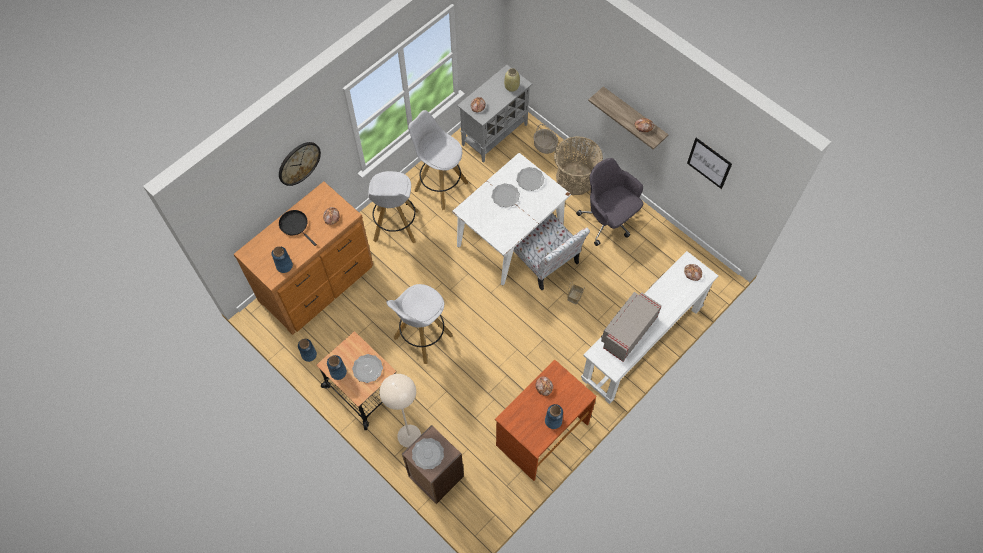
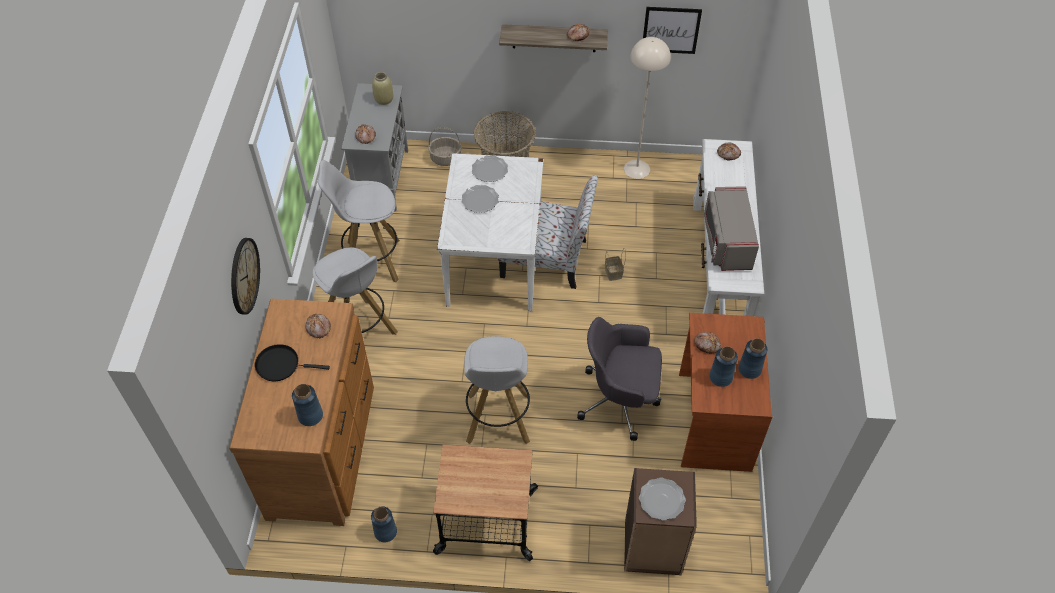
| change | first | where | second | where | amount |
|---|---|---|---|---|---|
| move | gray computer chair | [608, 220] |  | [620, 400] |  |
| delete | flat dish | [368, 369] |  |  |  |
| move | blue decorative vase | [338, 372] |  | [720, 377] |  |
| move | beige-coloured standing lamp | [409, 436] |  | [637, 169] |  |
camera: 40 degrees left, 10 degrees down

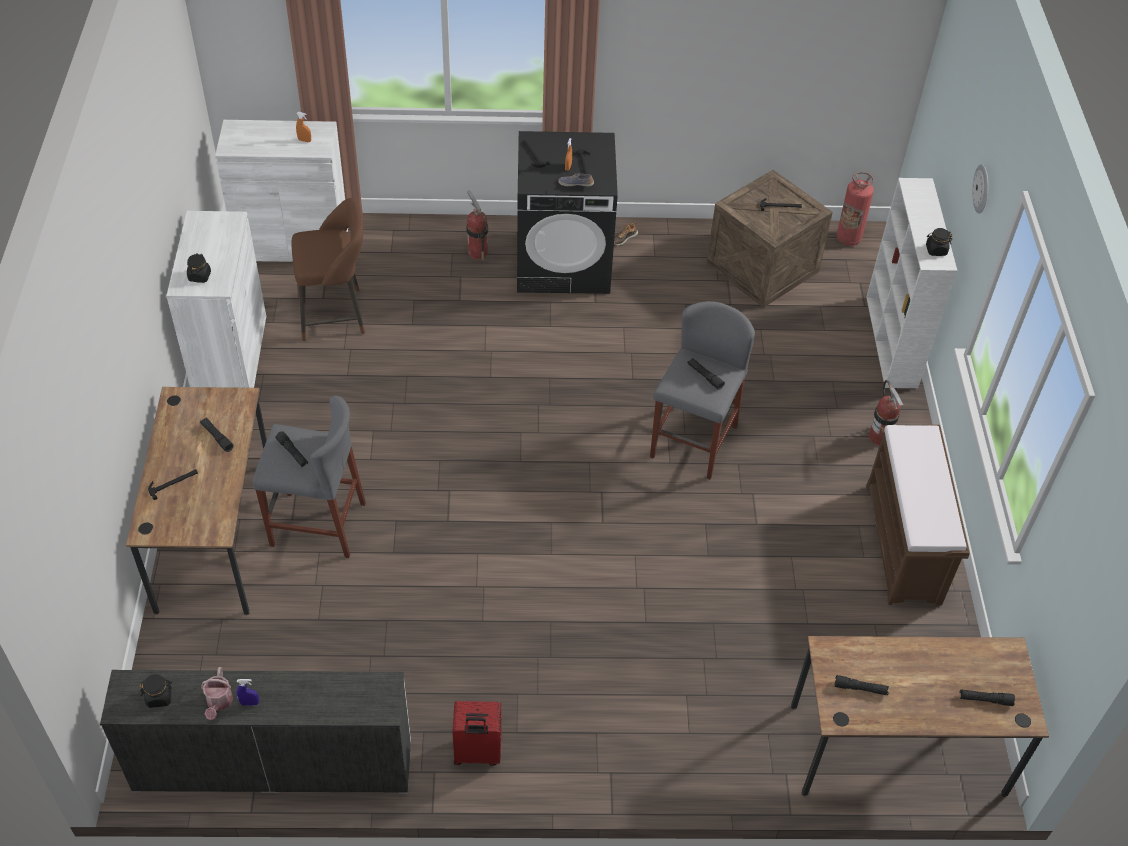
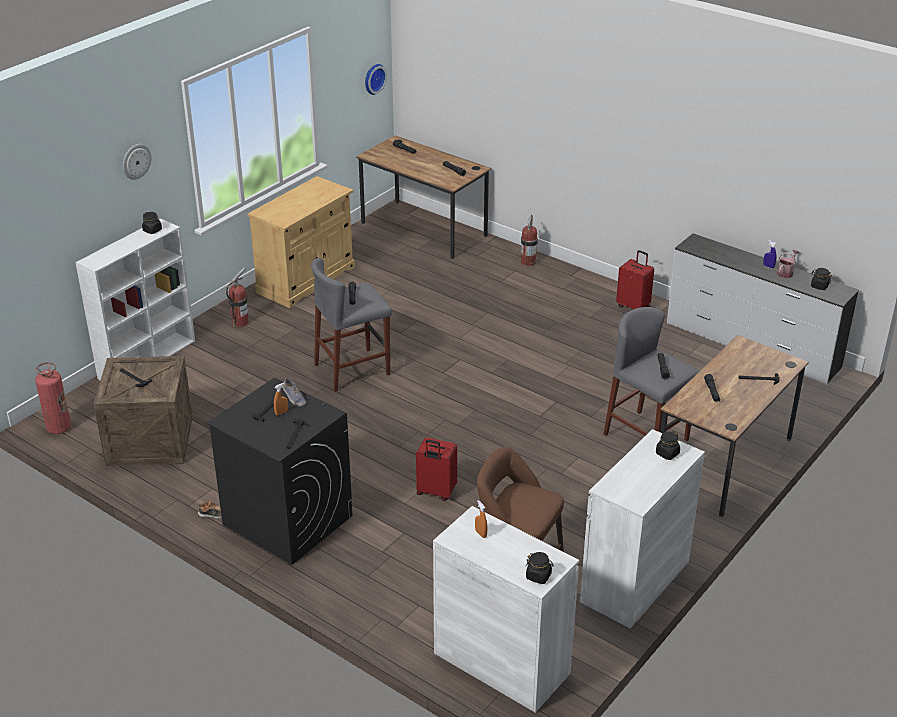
| change | first | where | second | where | amount |
|---|---|---|---|---|---|
| move | extinguisher | [477, 252] |  | [528, 262] |  |
| replace | brown-coloured indoor bench | [904, 545] | beige-coloured storage cabinet | [306, 280] |  |
| insert |  |  | clock on the wall | [373, 78] |  |
| insert |  |  | red piece of luggage | [435, 492] |  |
| insert |  |  | black storage jar | [538, 576] |  |
camera: 140 degrees left, 15 degrees down

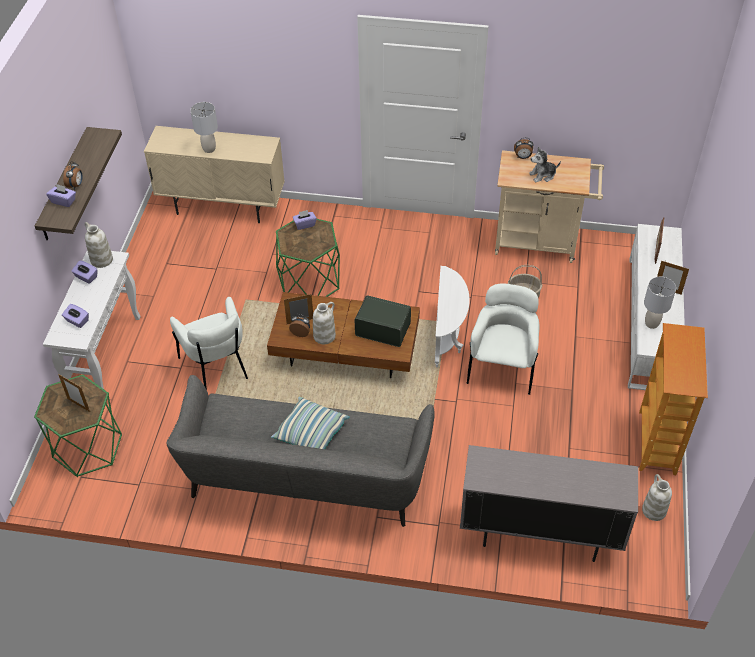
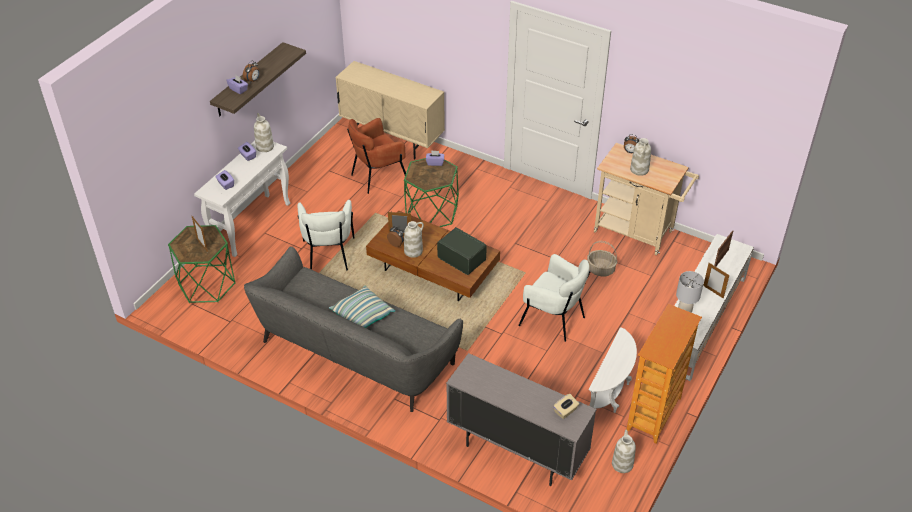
| change | first | where | second | where | amount |
|---|---|---|---|---|---|
| delete | gray tabletop lamp | [209, 149] |  |  |  |
| replace | cuddly toy | [543, 175] | white decorative vase | [639, 170] |  |
| move | white accent table | [448, 336] |  | [611, 394] |  |
| rotate | white easy chair | [502, 367] |  | [553, 319] | 90 degrees clockwise |
| insert |  |  | brown-coloured easy chair | [378, 176] |  |
| insert |  |  | beige-coloured tissue holder | [565, 411] |  |
camera: 20 degrees right, 5 degrees down

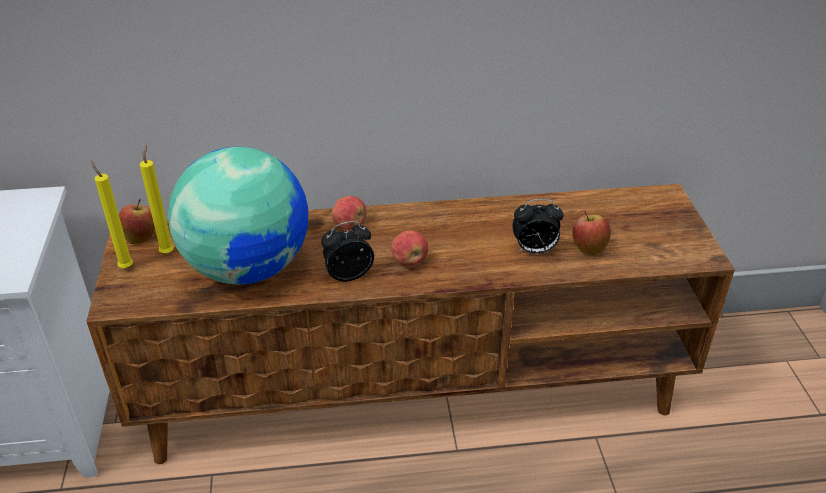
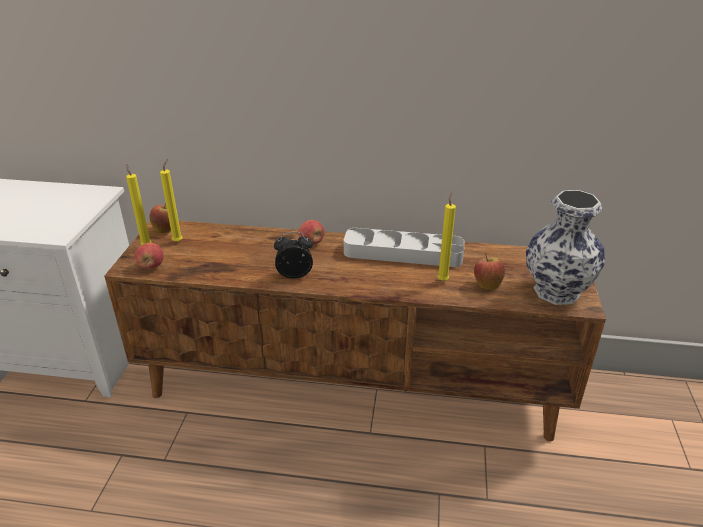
| change | first | where | second | where | amount |
|---|---|---|---|---|---|
| delete | world globe | [248, 267] |  |  |  |
| replace | alarm clock | [534, 250] | yellowish wax light | [443, 280] |  |
| move | apple fruit | [409, 261] |  | [151, 266] |  |
| insert |  |  | decorative vase | [556, 290] |  |
| insert |  |  | gray carrying tray | [403, 253] |  |
camera: 15 degrees right, 5 degrees down

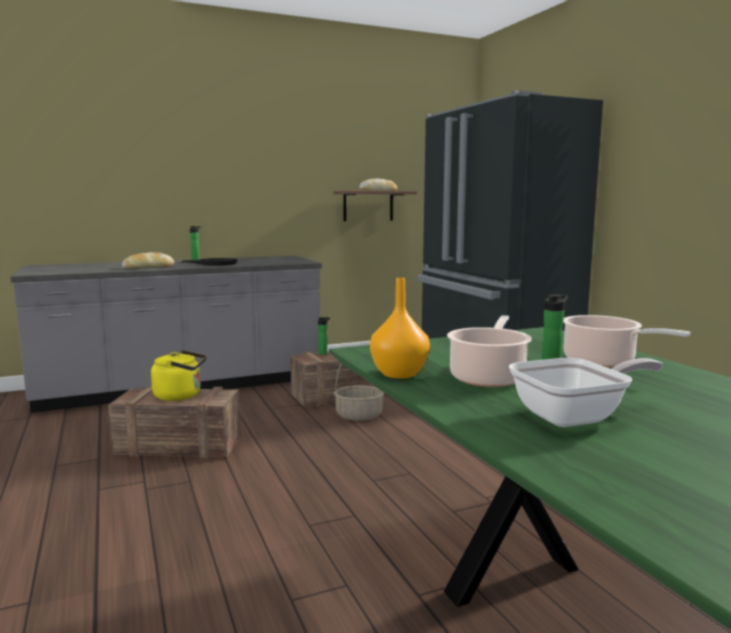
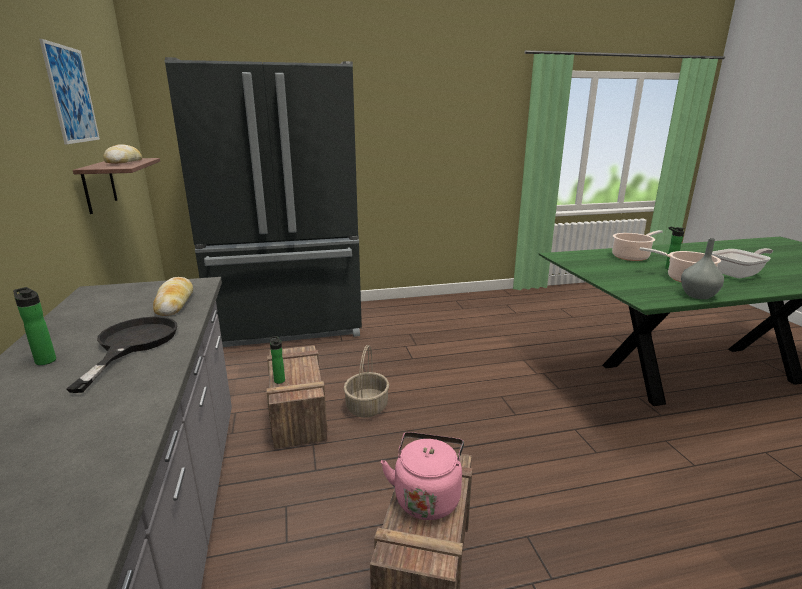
| change | first | where | second | where | amount |
|---|---|---|---|---|---|
| move | bakery bread | [148, 267] |  | [174, 302] |  |
| recolor | orange-coloured decorative vase | [399, 373] | gray decorative vase | [697, 296] |  |
| recolor | yellowish kettle | [181, 396] | pink-coloured kettle | [427, 496] |  |
| rotate | frying pan | [576, 417] |  | [739, 274] | 75 degrees clockwise |
| insert |  |  | wall art | [71, 95] |  |
camera: 80 degrees left, 10 degrees up

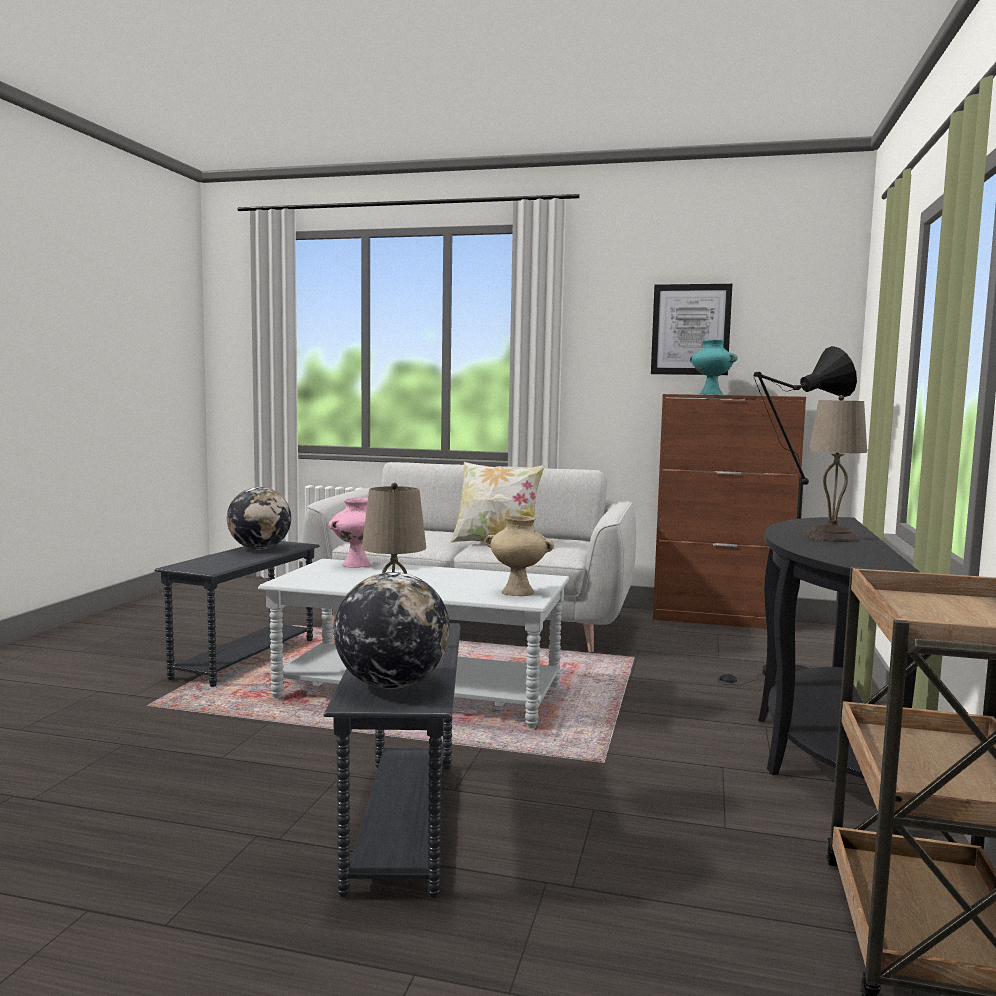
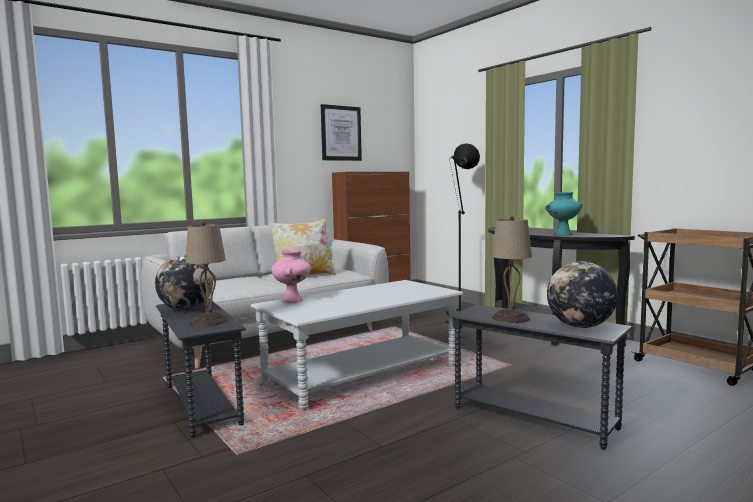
| change | first | where | second | where | amount |
|---|---|---|---|---|---|
| move | blue-green decorative vase | [710, 394] |  | [563, 234] |  |
| move | beige-coloured tabletop lamp | [832, 537] |  | [210, 321] |  |
| delete | beige-coloured decorative vase | [519, 592] |  |  |  |
camera: 50 degrees left, 0 degrees up

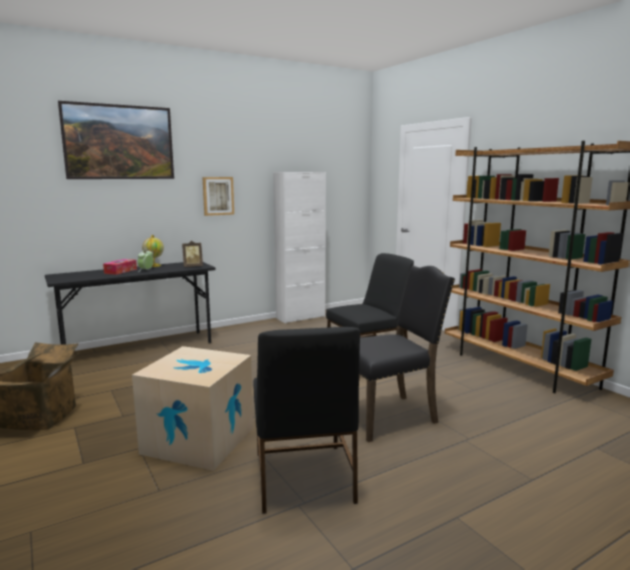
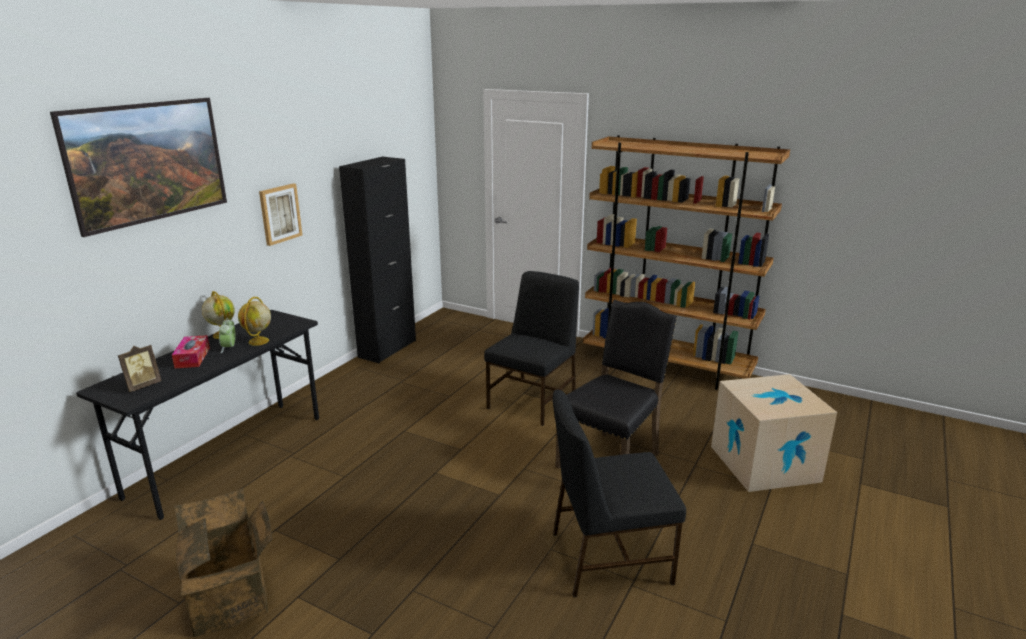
| change | first | where | second | where | amount |
|---|---|---|---|---|---|
| recolor | white storage cabinet | [300, 317] | black storage cabinet | [387, 349] |  |
| move | photo frame | [193, 266] |  | [142, 385] |  |
| rotate | black chair | [302, 478] |  | [608, 557] | 120 degrees clockwise |
| move | cardboard box | [199, 440] |  | [764, 463] |  |
| insert |  |  | world globe | [258, 341] |  |
camera: 30 degrees left, 10 degrees up

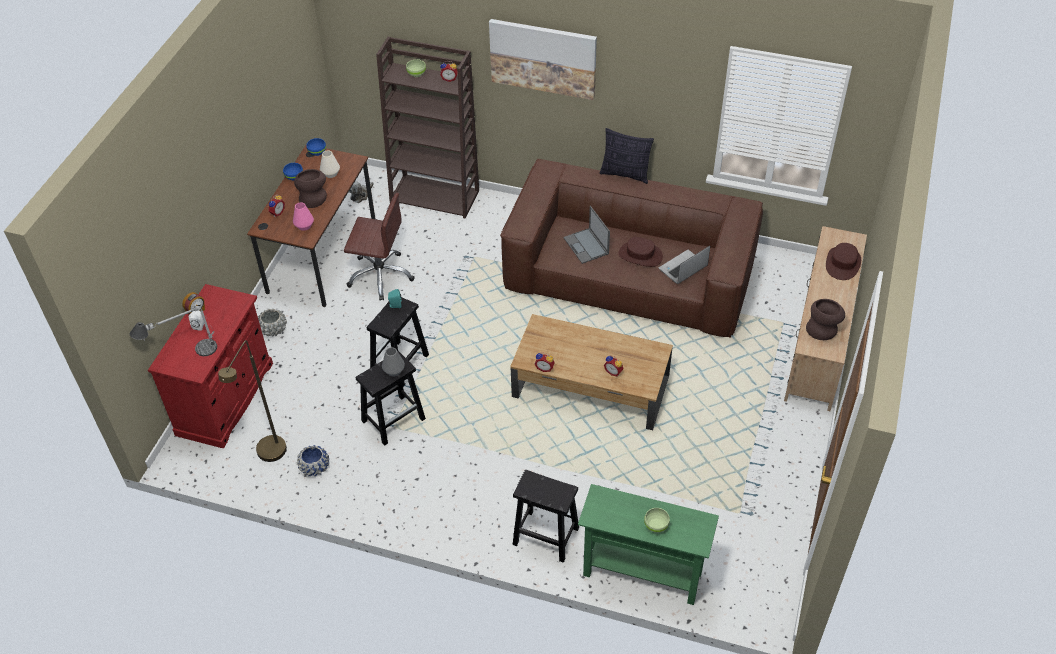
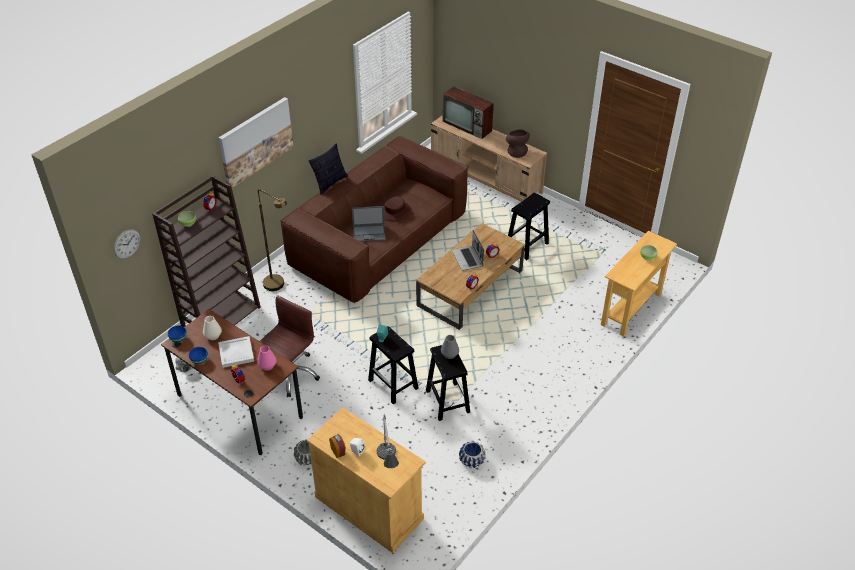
| change | first | where | second | where | amount |
|---|---|---|---|---|---|
| replace | brown-coloured decorative vase | [313, 198] | white carrying tray | [236, 353] |  |
| replace | brown-coloured hat | [843, 264] | television | [468, 126] |  |
| move | laptop | [683, 268] |  | [468, 259] |  |
| recolor | red storage cabinet | [225, 399] | beige-coloured storage cabinet | [369, 507] |  |
| move | brown-coloured standing lamp | [269, 457] |  | [278, 286] |  |
| move | black stool seat | [544, 536] |  | [526, 246] |  |
| recolor | green console table | [642, 573] | beige-coloured console table | [631, 309] |  |
| insert |  |  | clock on the wall | [127, 244] |  |
camera: 70 degrees left, 5 degrees down

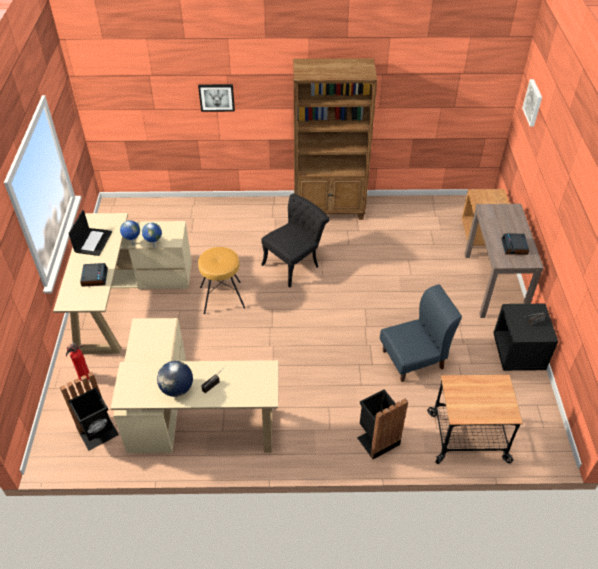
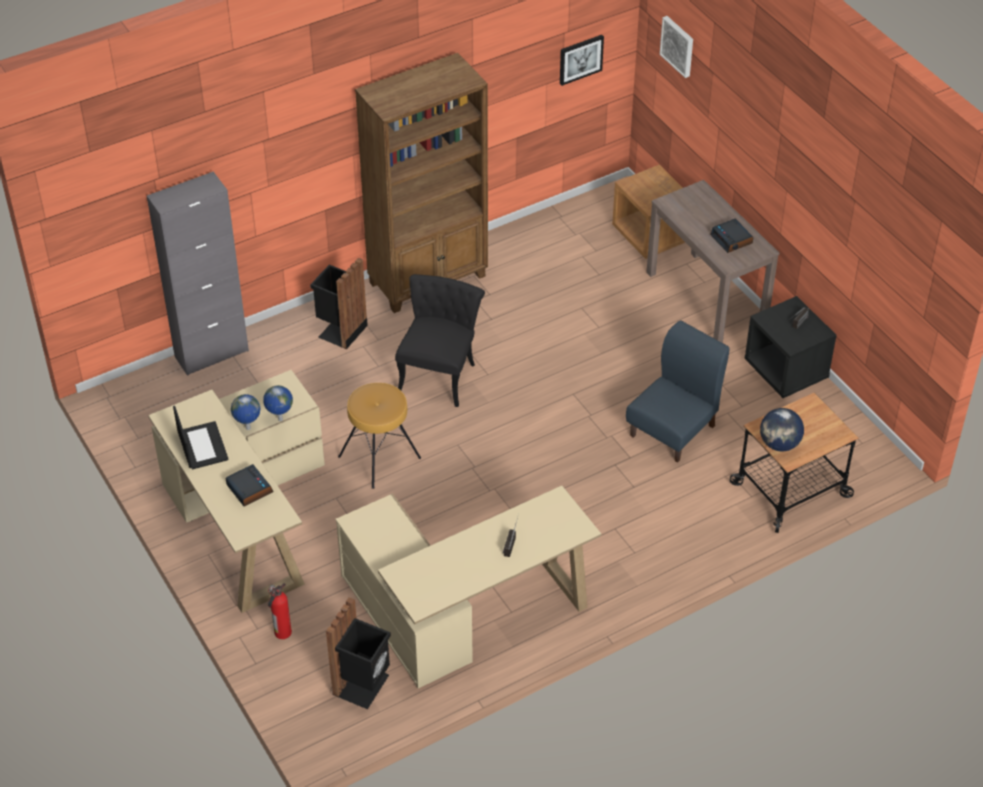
| change | first | where | second | where | amount |
|---|---|---|---|---|---|
| move | wall art | [216, 97] |  | [580, 59] |  |
| move | world globe | [177, 389] |  | [779, 444] |  |
| move | black trash can | [377, 439] |  | [340, 330] |  |
| insert |  |  | gray storage cabinet | [211, 354] |  |
camera: 30 degrees left, 0 degrees up

